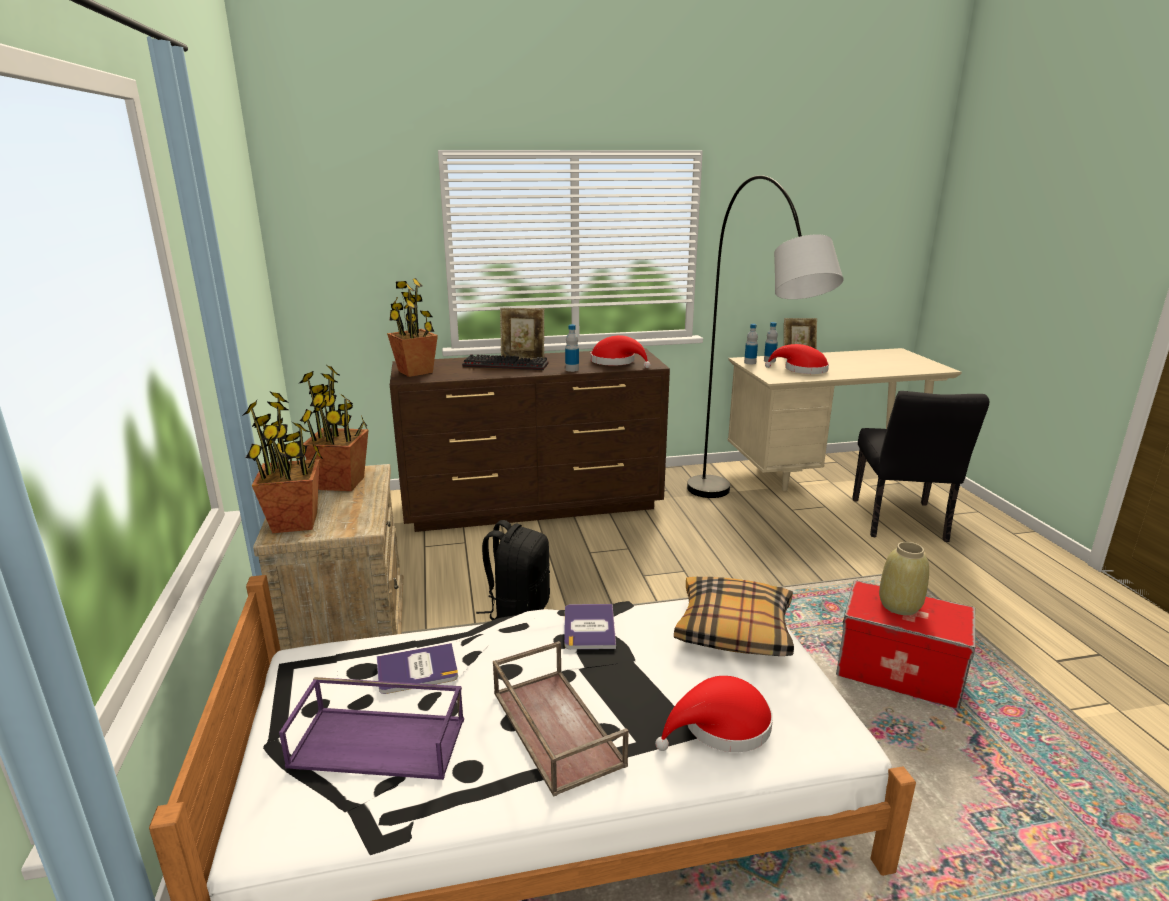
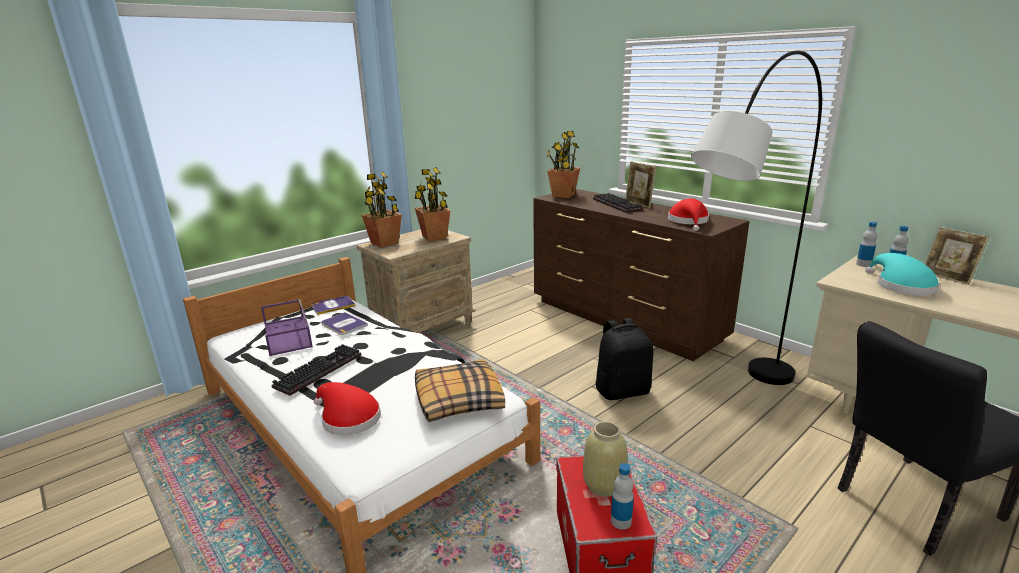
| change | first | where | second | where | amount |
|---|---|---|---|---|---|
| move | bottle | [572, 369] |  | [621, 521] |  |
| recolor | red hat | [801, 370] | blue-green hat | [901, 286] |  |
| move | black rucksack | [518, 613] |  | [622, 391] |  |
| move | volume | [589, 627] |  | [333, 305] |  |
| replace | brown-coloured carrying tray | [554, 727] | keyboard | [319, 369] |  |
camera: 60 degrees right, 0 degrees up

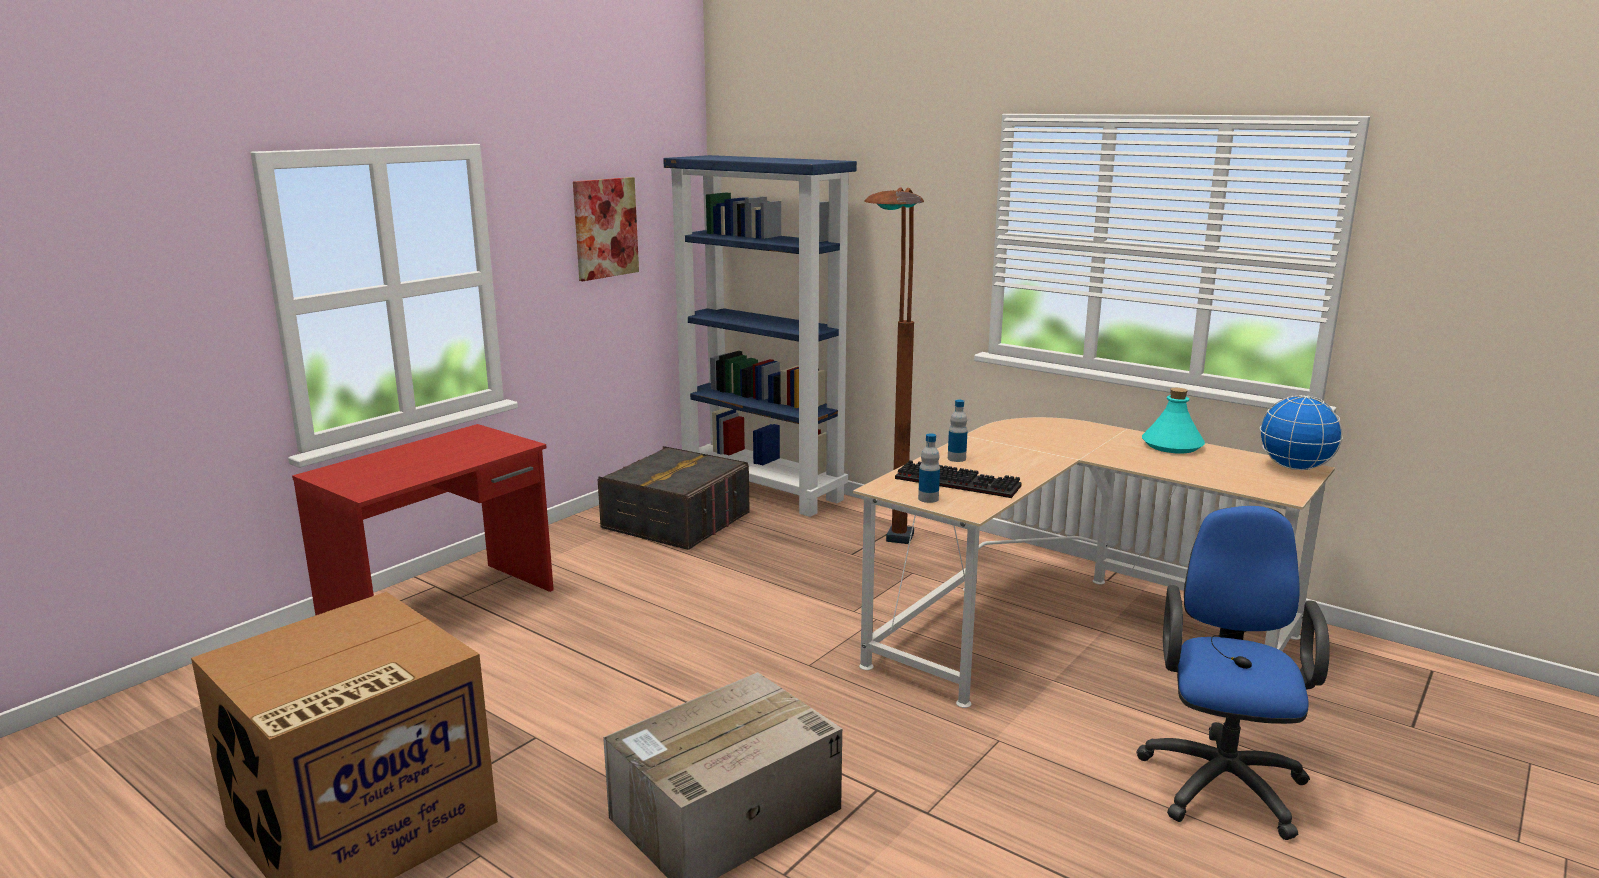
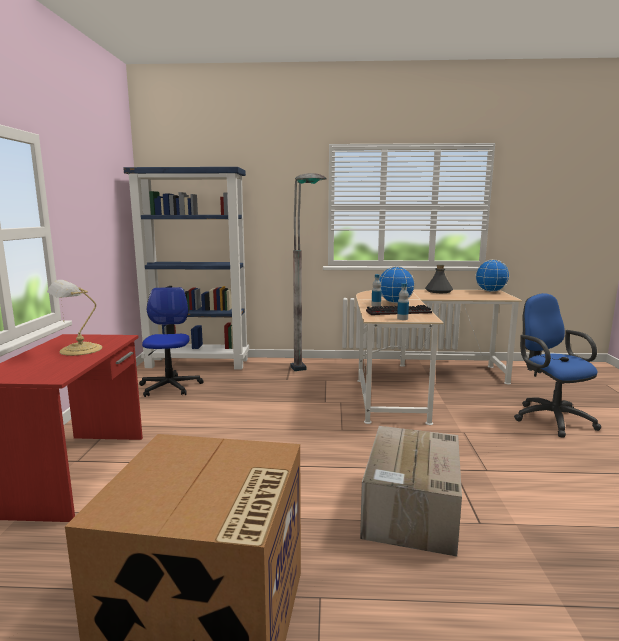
| change | first | where | second | where | amount |
|---|---|---|---|---|---|
| delete | wall art | [605, 228] |  |  |  |
| recolor | brown-coloured standing lamp | [888, 559] | gray standing lamp | [306, 377] |  |
| recolor | blue-green bottle | [1172, 445] | gray bottle | [438, 291] |  |
| replace | gray storage bin | [676, 521] | computer chair | [170, 387] |  |
| insert |  |  | world globe | [395, 302] |  |
| insert |  |  | tabletop lamp | [78, 350] |  |
camera: 35 degrees left, 5 degrees down

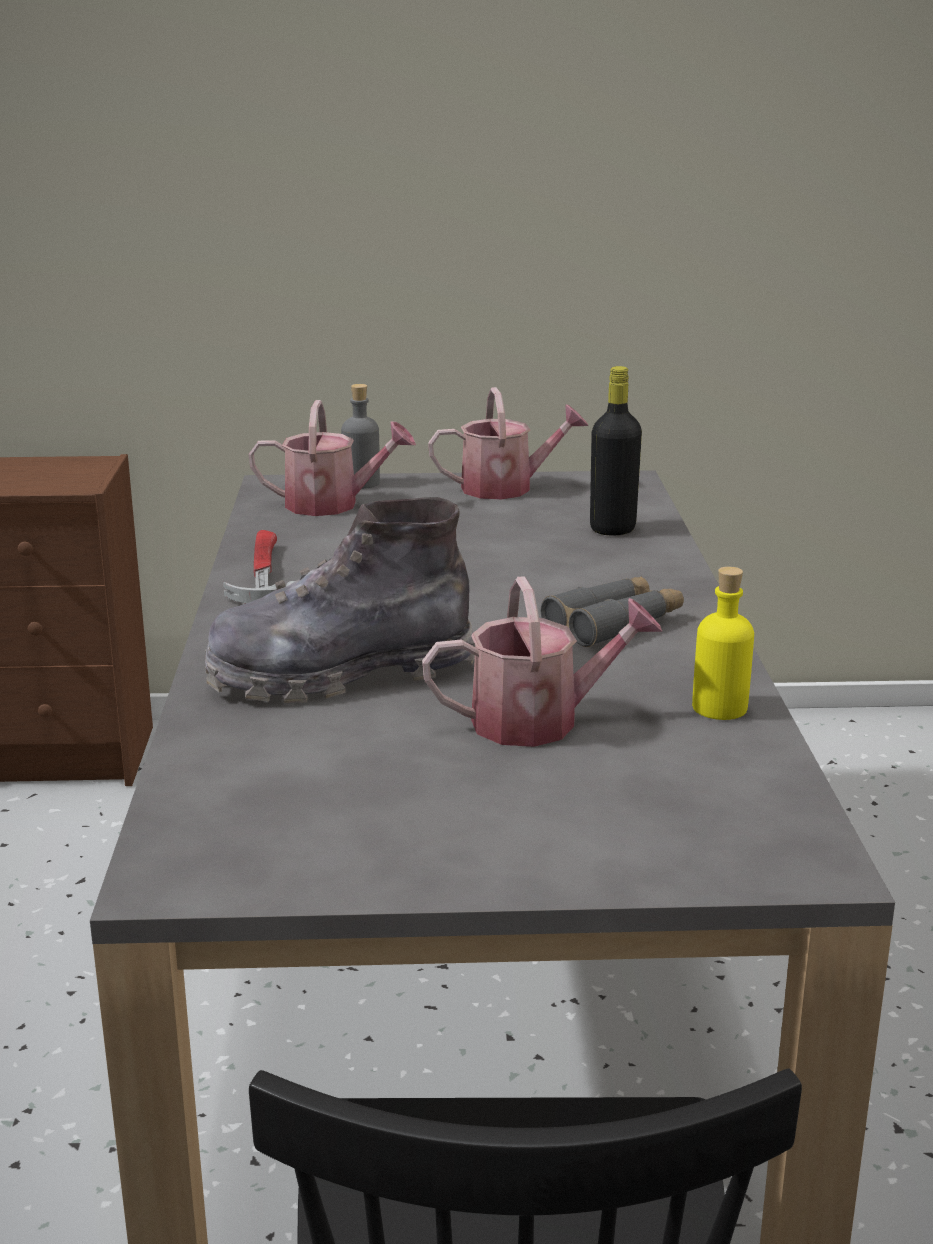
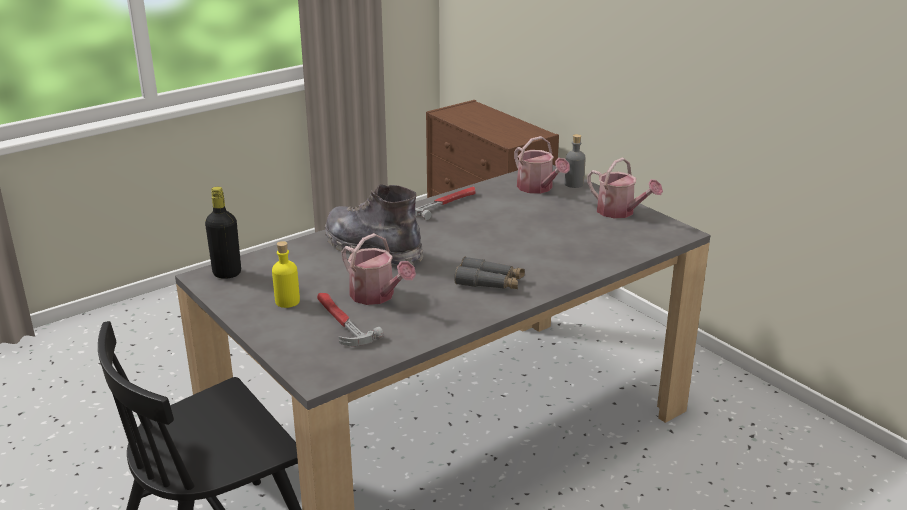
| change | first | where | second | where | amount |
|---|---|---|---|---|---|
| move | black bottle | [612, 529] |  | [227, 273] |  |
| move | yellowish bottle | [719, 708] |  | [287, 301] |  |
| insert |  |  | hand hammer | [341, 322] |  |
camera: 55 degrees right, 5 degrees up

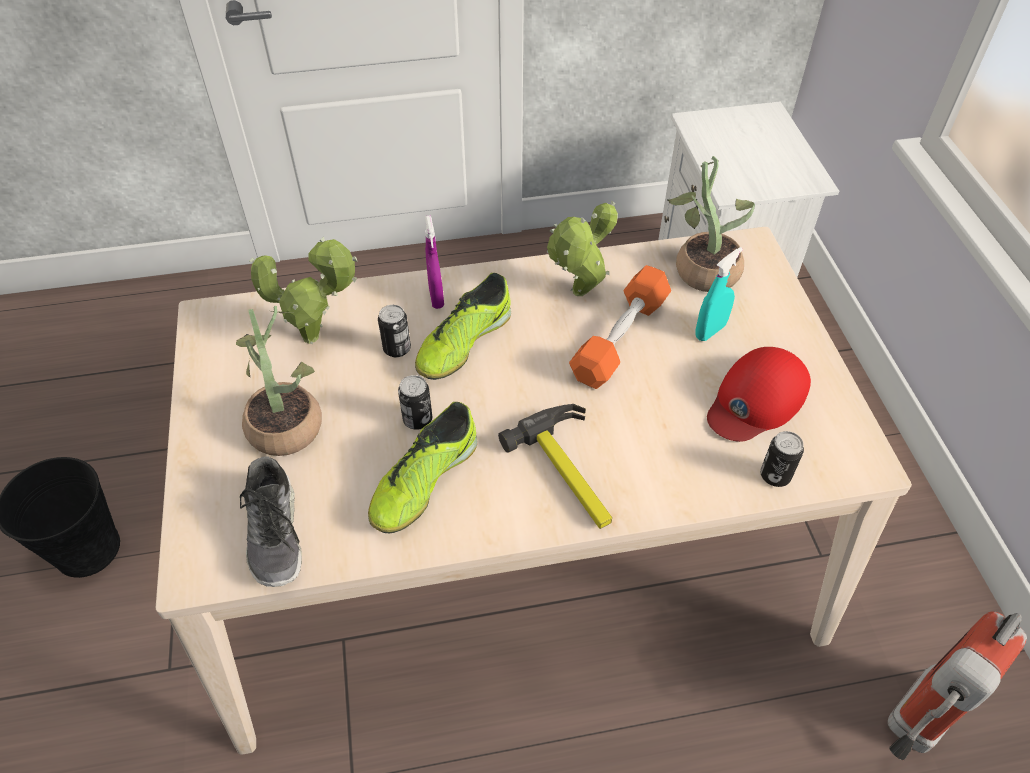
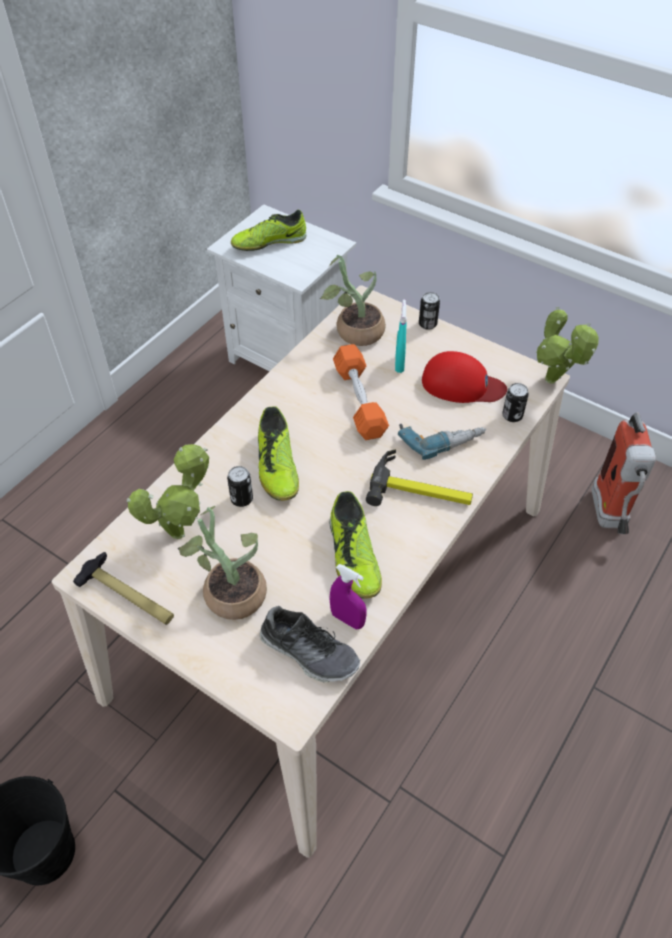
| change | first | where | second | where | amount |
|---|---|---|---|---|---|
| move | potted plant | [577, 295] |  | [553, 382] |  |
| move | purple-coloured spray bottle | [436, 297] |  | [347, 619] |  |
| rotate | red baseball cap | [756, 400] |  | [462, 384] | 75 degrees counterclockwise |
| move | sealed can | [417, 419] |  | [427, 324] |  |
| insert |  |  | low shoe | [269, 242] |  |
| insert |  |  | drill | [440, 437] |  |
| insert |  |  | hand hammer | [128, 595] |  |
camera: 45 degrees left, 0 degrees up

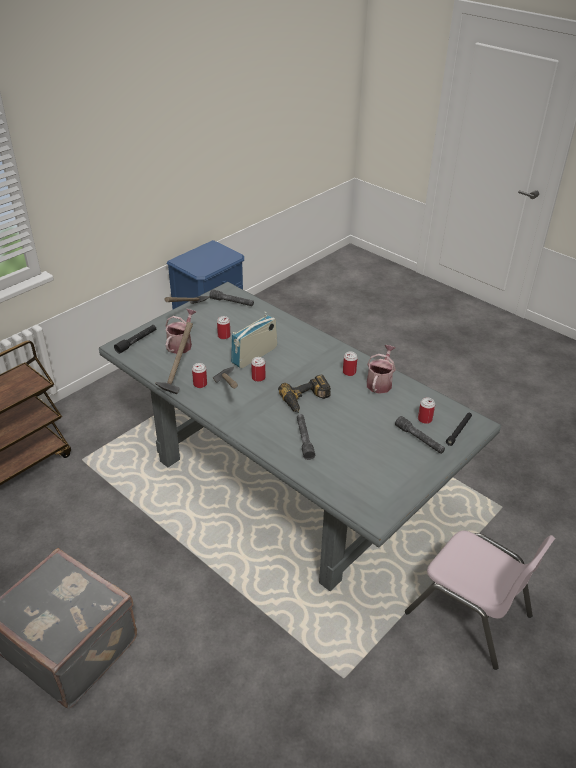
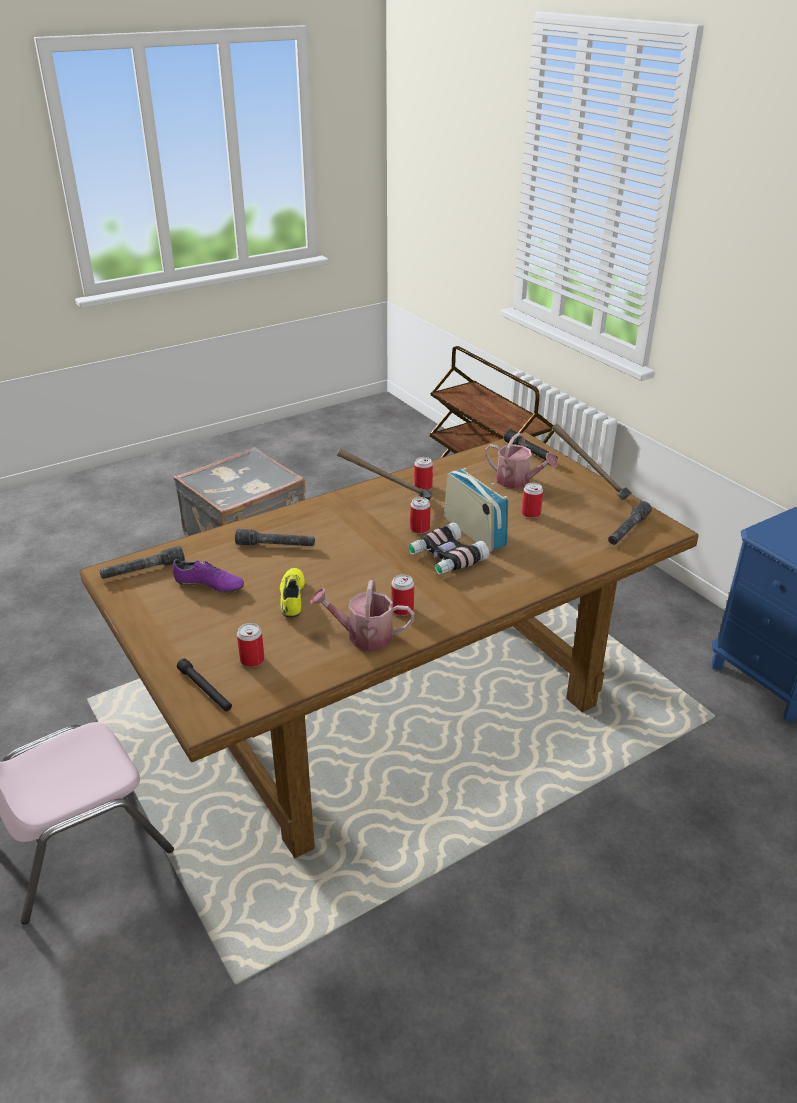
| change | first | where | second | where | amount |
|---|---|---|---|---|---|
| recolor | gray kitchen table | [288, 483] | brown-coloured kitchen table | [397, 710] |  |
| delete | hand hammer | [178, 377] |  |  |  |
| rotate | watering pot | [380, 382] |  | [363, 636] | 150 degrees clockwise |
| delete | drill | [306, 400] |  |  |  |
| move | gray flashlight | [419, 439] |  | [143, 570] |  |
| insert |  |  | field glasses | [446, 558] |  |
| insert |  |  | purple-coloured low shoe | [209, 586] |  |
| insert |  |  | yellowish low shoe | [293, 598] |  |
camera: 105 degrees right, 5 degrees down

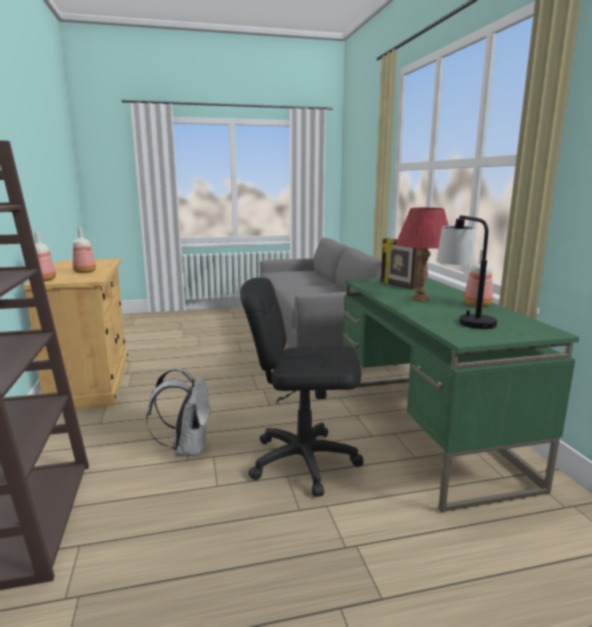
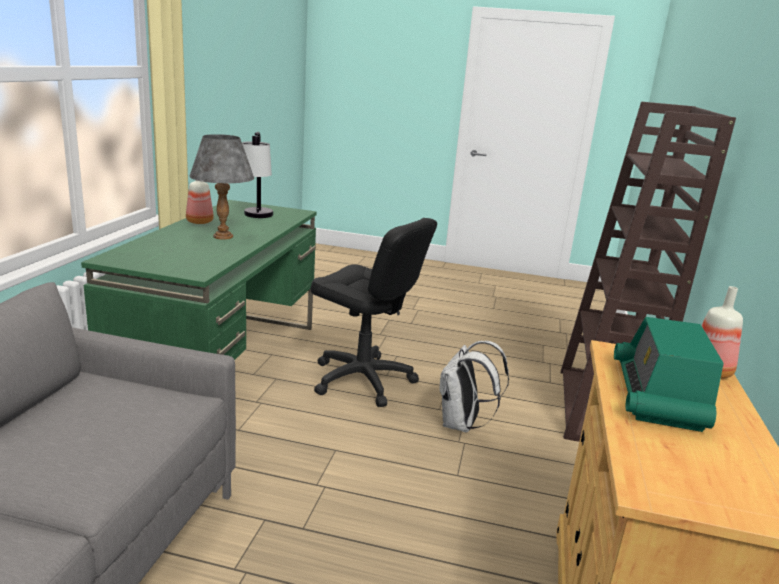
| change | first | where | second | where | amount |
|---|---|---|---|---|---|
| recolor | red tabletop lamp | [420, 299] | gray tabletop lamp | [223, 236] |  |
| replace | bottle | [84, 272] | radio set | [657, 396] |  |
| delete | photo frame | [398, 285] |  |  |  |
camera: 155 degrees left, 5 degrees up

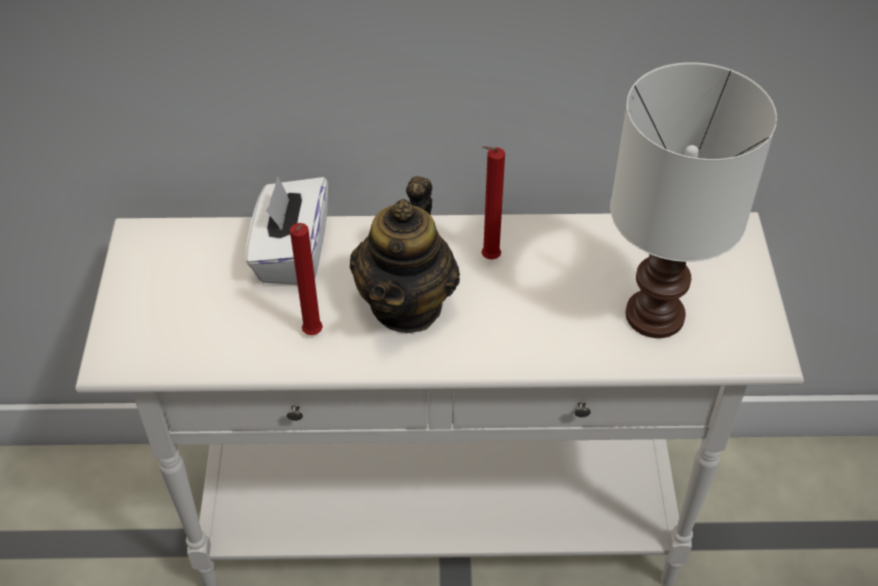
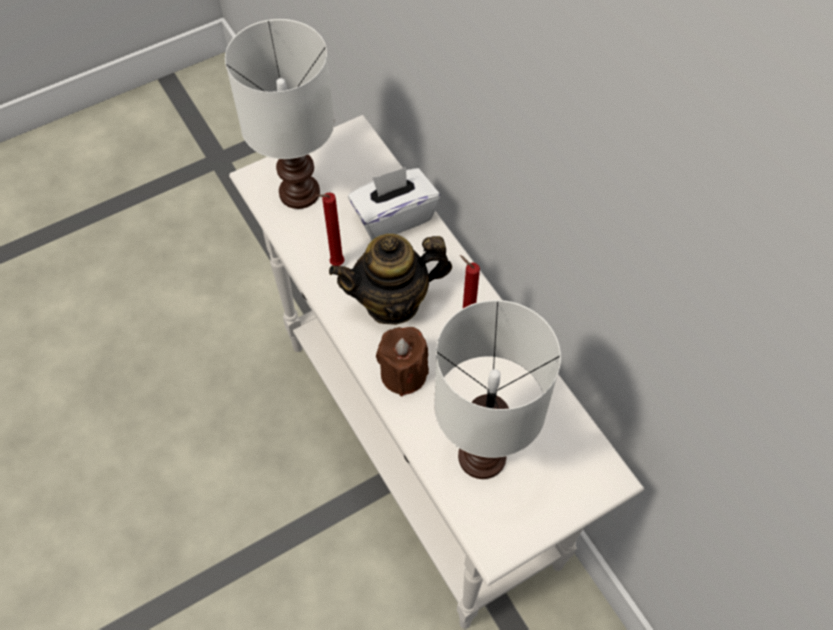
| change | first | where | second | where | amount |
|---|---|---|---|---|---|
| insert |  |  | white tabletop lamp | [297, 192] |  |
| insert |  |  | brown-coloured wax light | [403, 374] |  |
camera: 60 degrees right, 10 degrees up

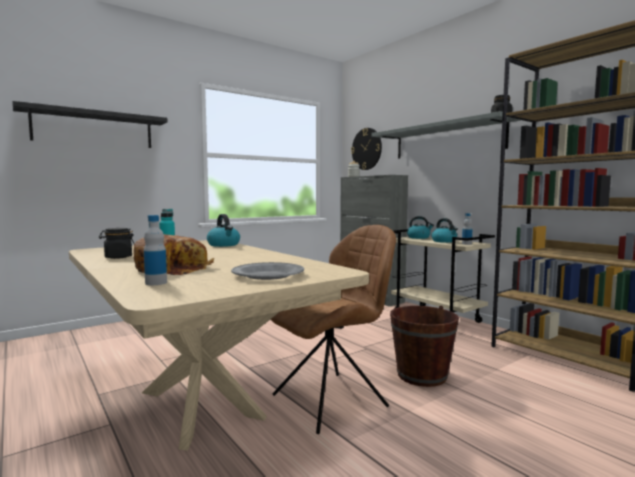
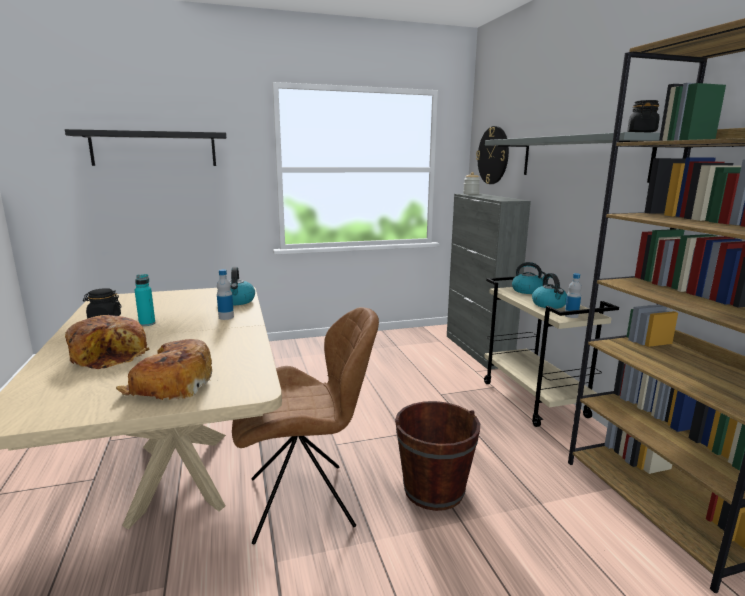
| change | first | where | second | where | amount |
|---|---|---|---|---|---|
| move | bottle | [156, 283] |  | [226, 317] |  |
| replace | gray flat dish | [268, 275] | bakery bread | [170, 384] |  |
camera: 20 degrees right, 10 degrees up

